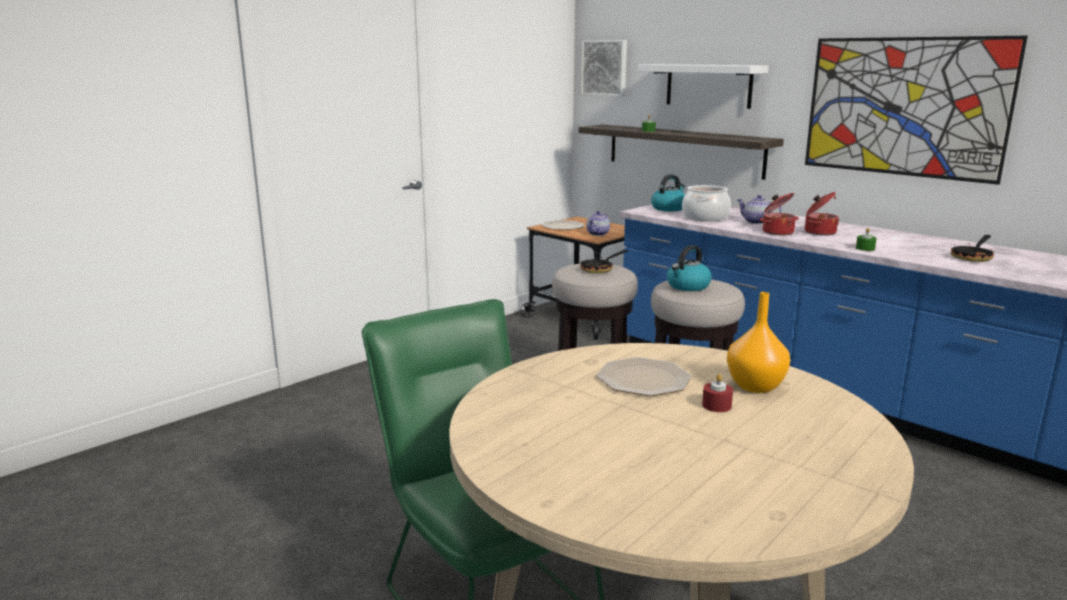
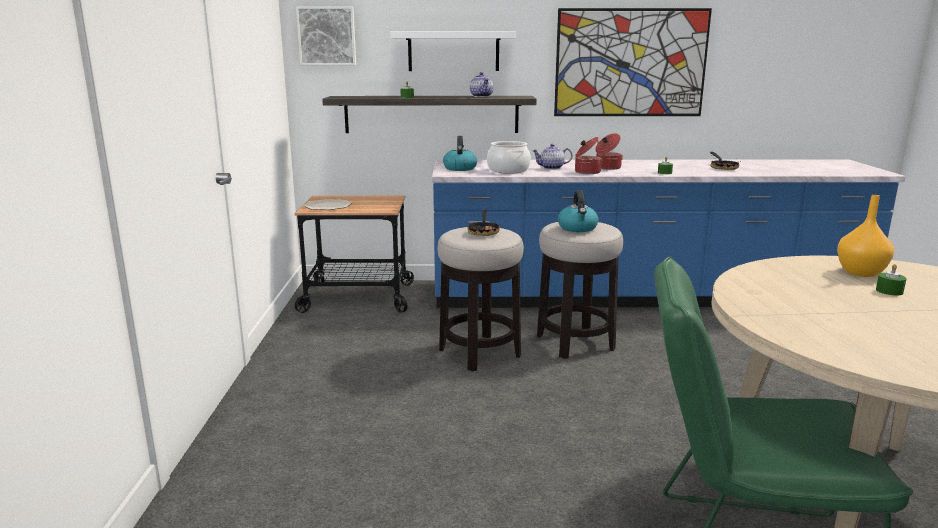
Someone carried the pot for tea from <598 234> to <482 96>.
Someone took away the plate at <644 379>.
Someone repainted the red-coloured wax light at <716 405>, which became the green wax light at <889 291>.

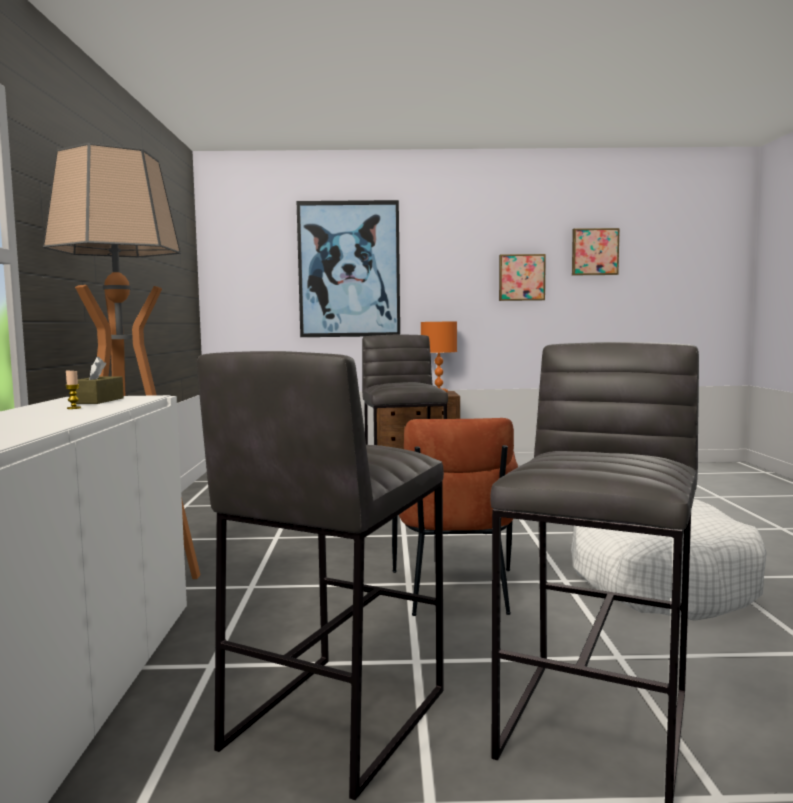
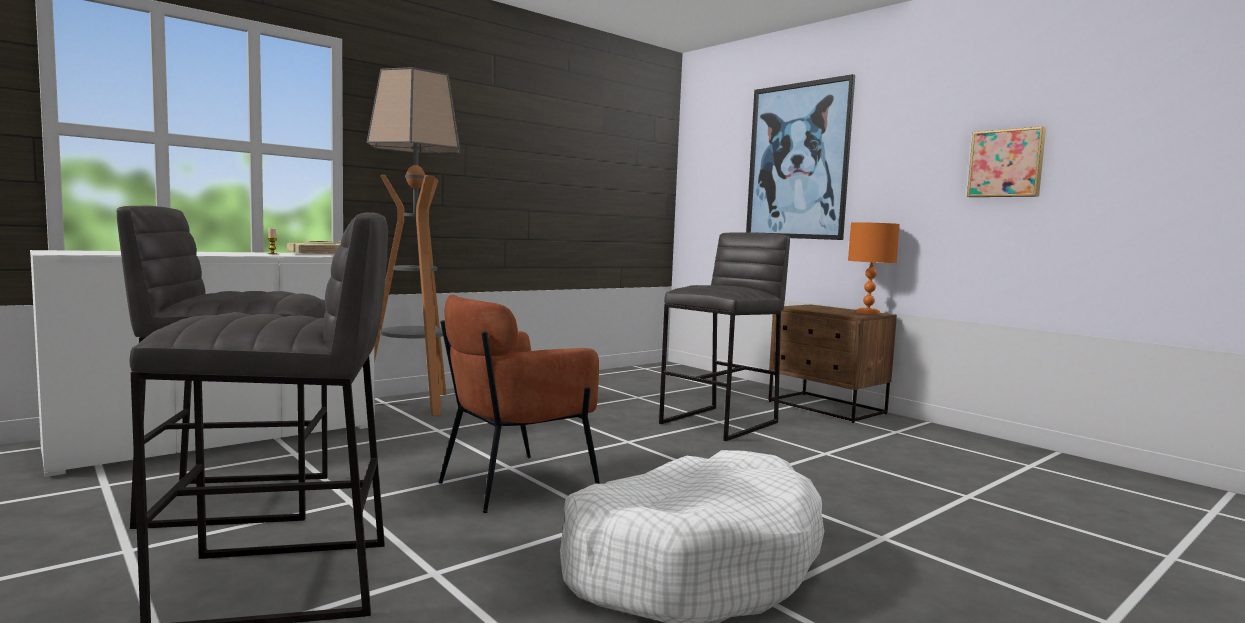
Someone swapped the brownish tissue box at <98 401> for the beige-coloured volume at <318 254>.
Someone took away the wall picture at <594 252>.

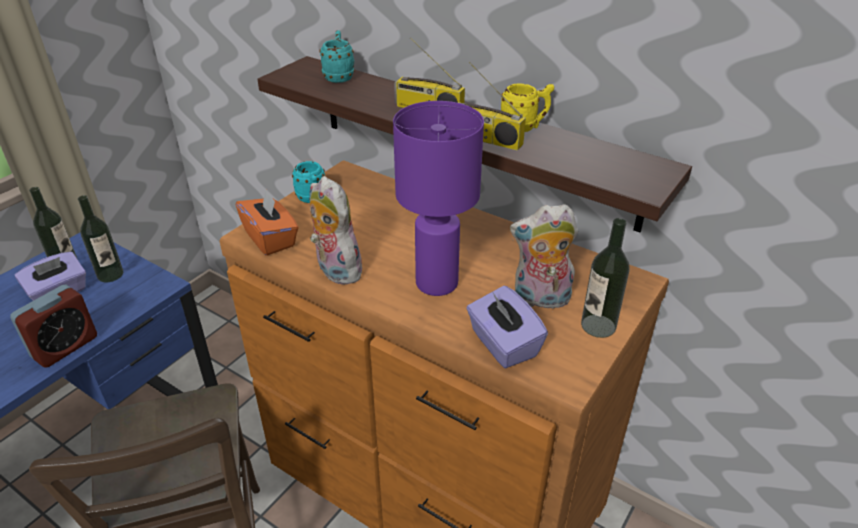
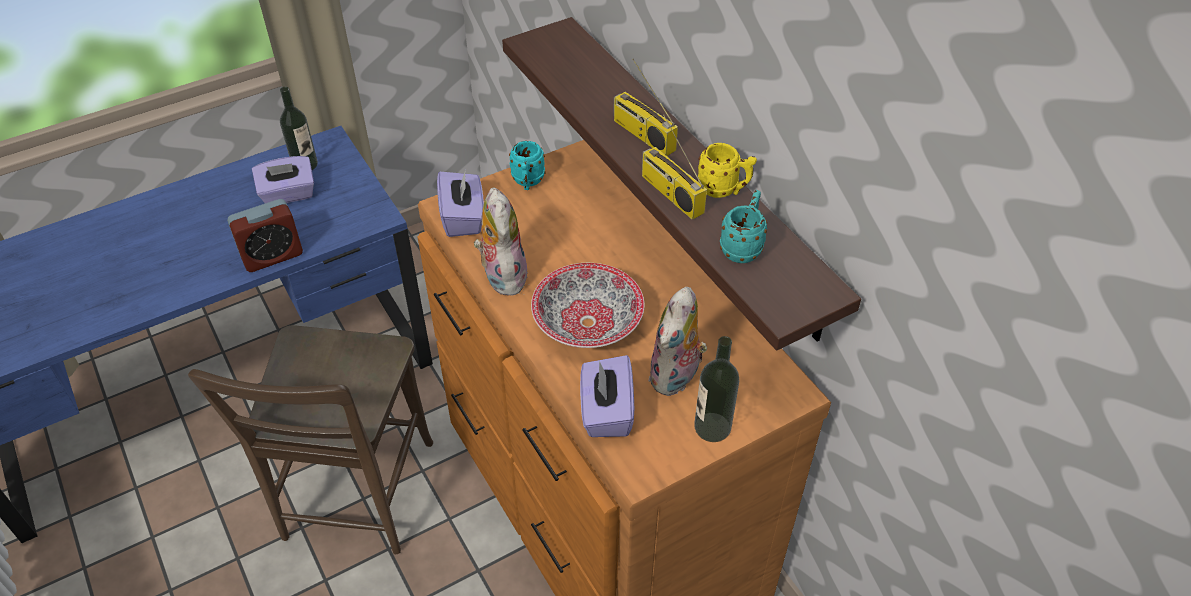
Someone took away the bottle at <110 274>.
Someone repainted the orangey tissue box at <271 239>, which became the purple-coloured tissue box at <463 218>.
Someone carried the turquoise-coloured coffee mug from <339 76> to <743 247>.
Someone swapped the purple-coloured lamp for a table at <436 282> for the bowl at <587 322>.
Someone rotated the cuddly toy at <540 299> by 90 degrees counterclockwise.

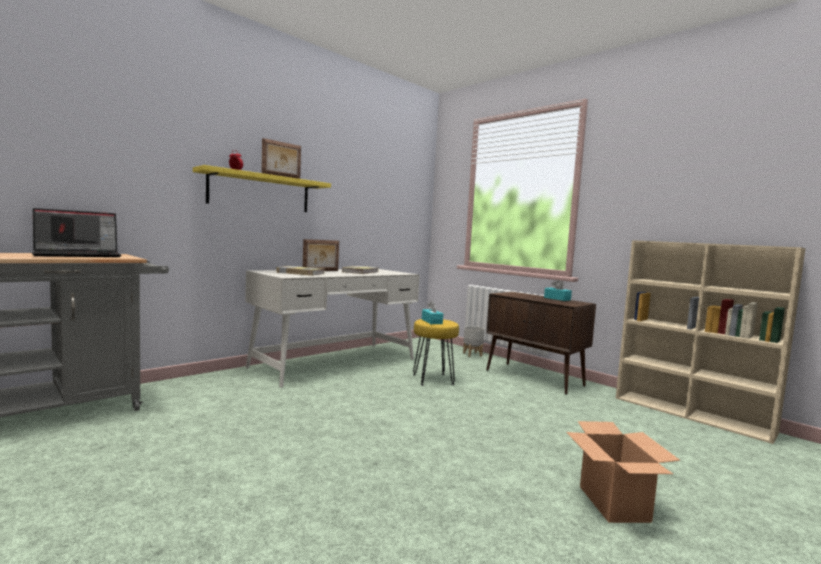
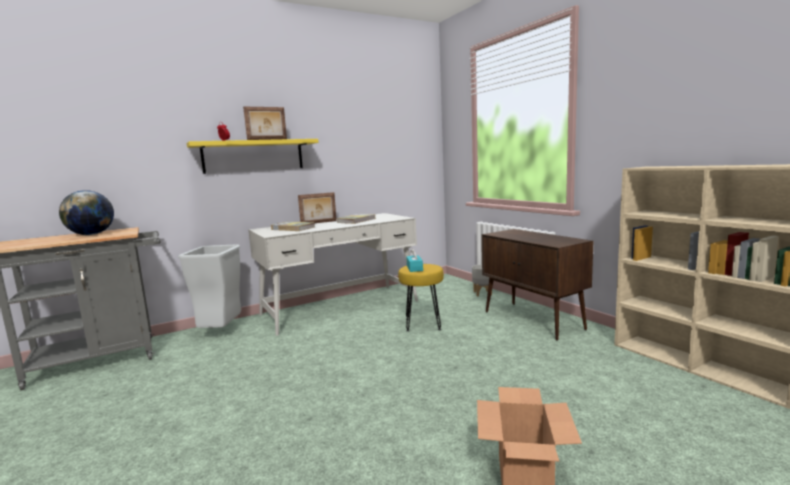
Someone swapped the portable computer at <79 255> for the desk globe at <91 234>.
Someone took away the turquoise-coloured tissue box at <557 299>.
Someone put down the grey waste bin at <221 332>.

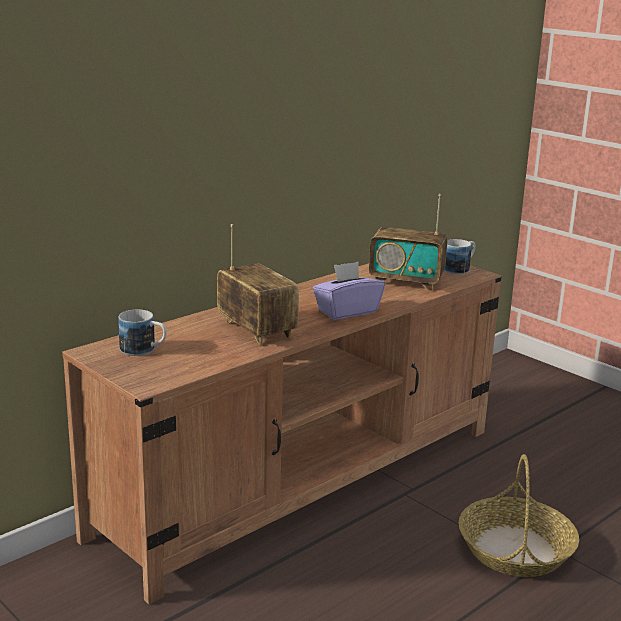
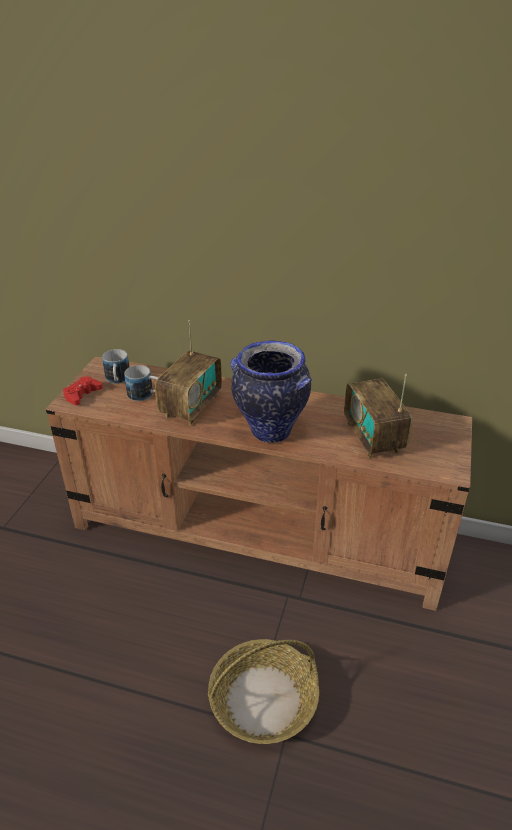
Someone swapped the purple-coloured tissue box at <347 311> for the decorative vase at <269 431>.
Someone carried the coffee mug from <459 269> to <145 395>.
Someone put down the red-coloured game controller at <82 395>.

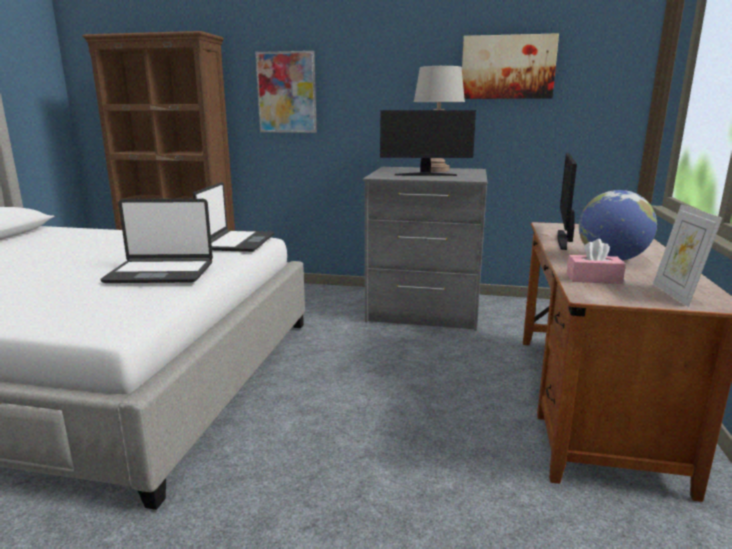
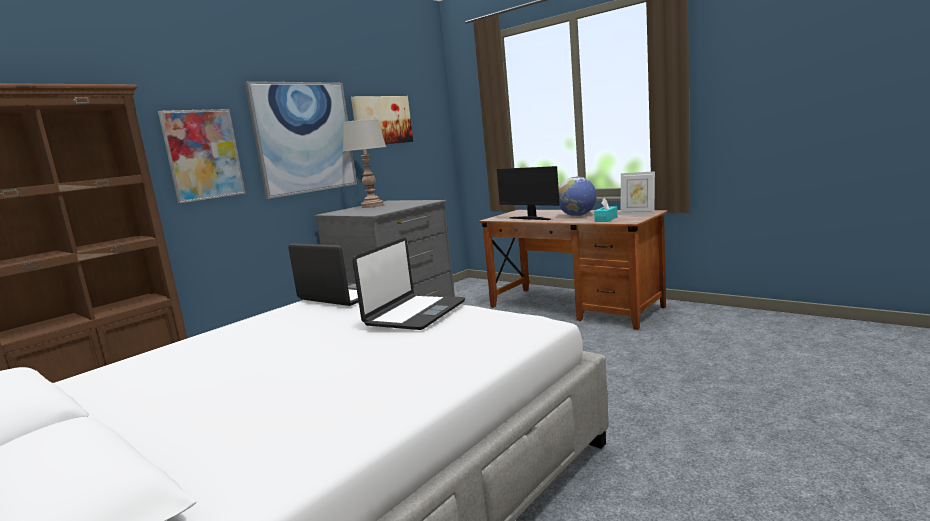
Someone took away the computer display at <425 175>.
Someone repainted the pinkish tissue box at <593 279>, which became the turquoise-coloured tissue box at <606 219>.
Someone put up the wall picture at <304 138>.

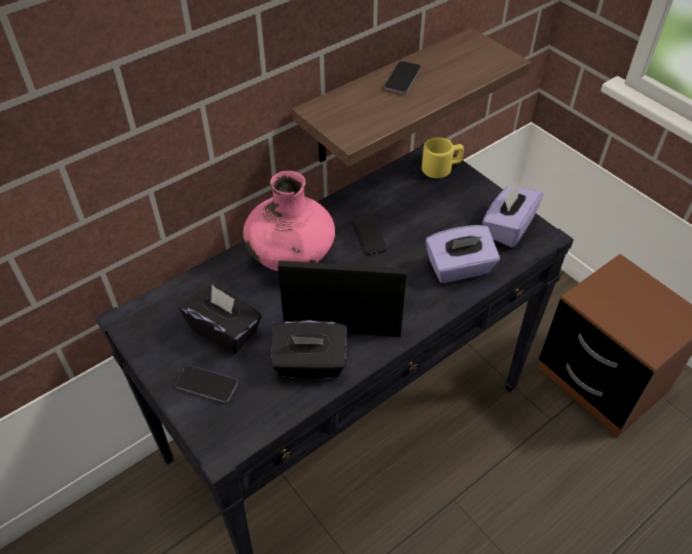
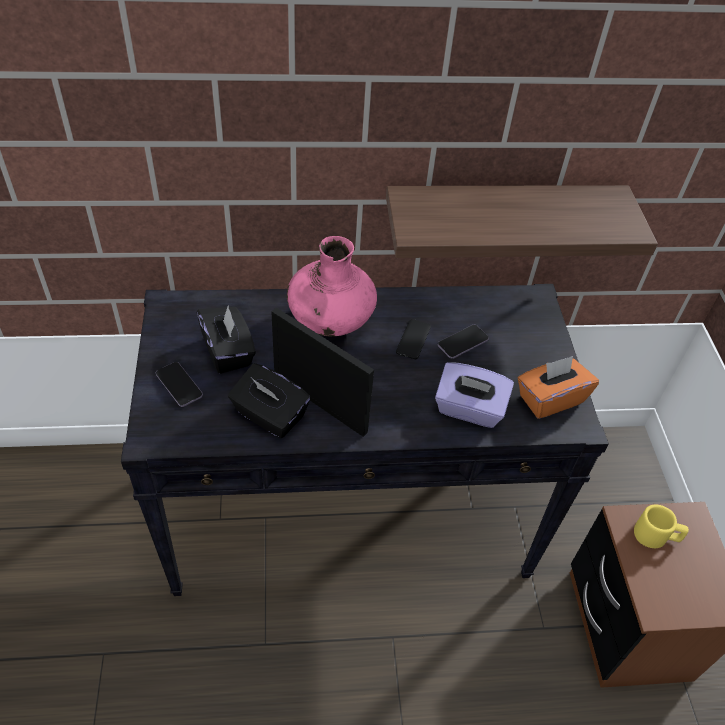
Someone carried the telephone from <402 79> to <462 343>.
Someone carried the yellow-coloured coffee mug from <441 168> to <656 536>.
Someone repainted the purple-coloured tissue box at <508 227>, which became the orangey tissue box at <550 399>.

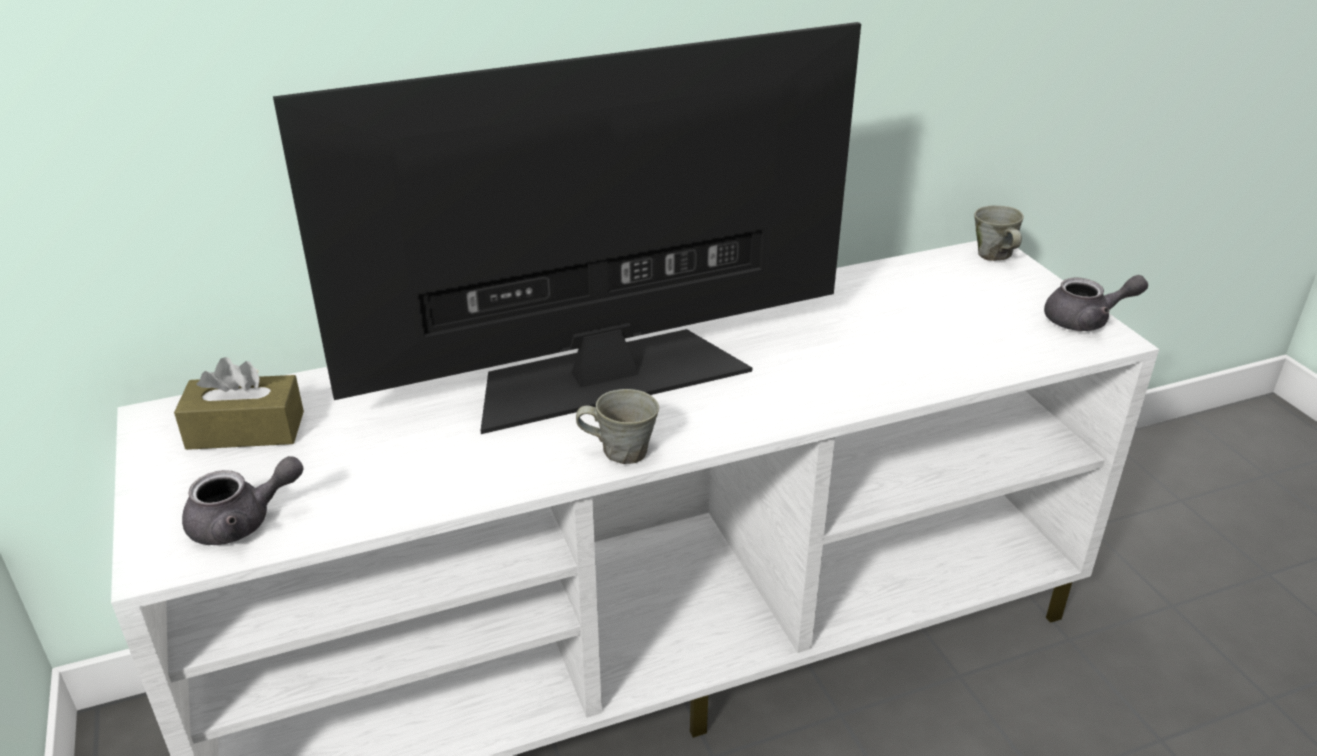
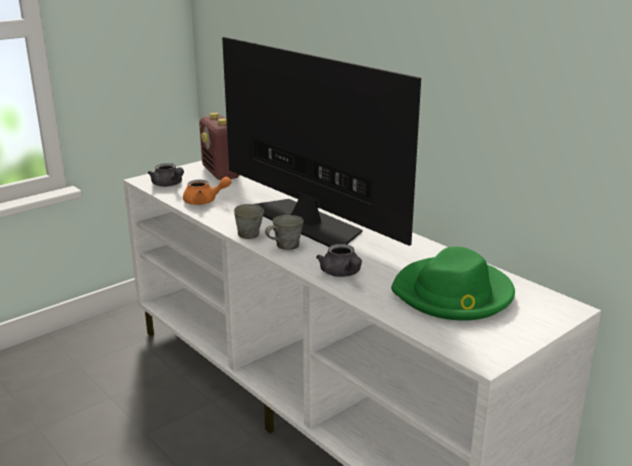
Someone swapped the brownish tissue box at <246 430> for the radio receiver at <222 173>.
Someone carried the grey coffee mug from <994 255> to <286 246>.
Someone carried the grey pot for tea from <1086 320> to <342 274>.
Someone put down the orangey pot for tea at <204 201>.
Someone put down the green hat at <453 294>.

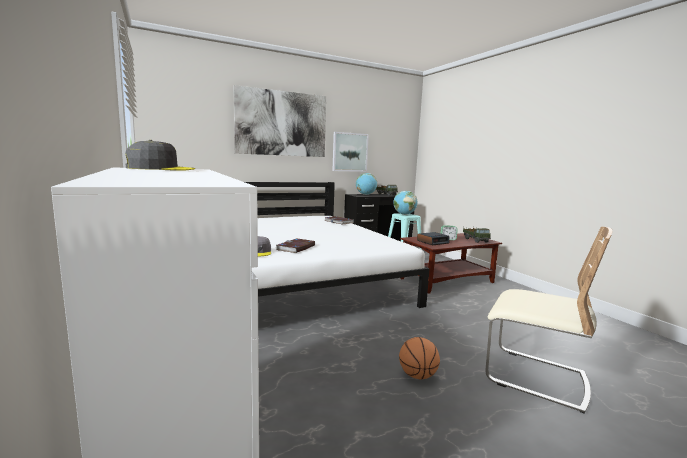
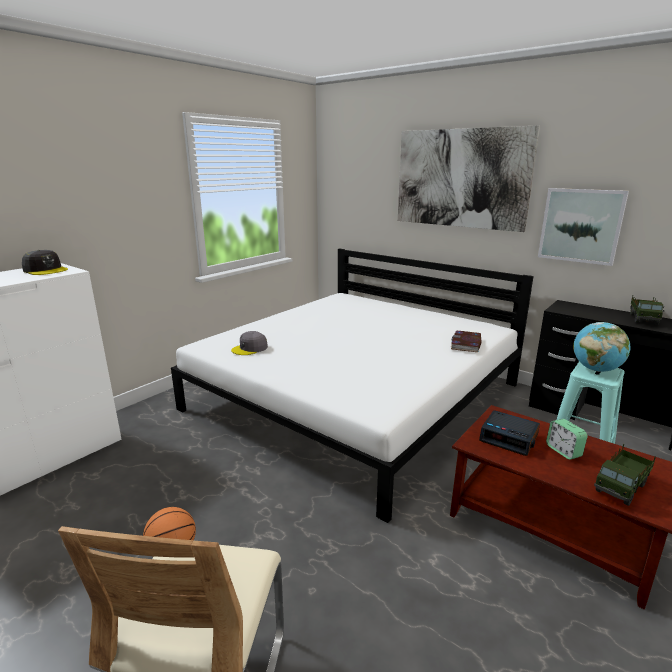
Someone took away the volume at <296 248>.
Someone took away the desk globe at <366 194>.

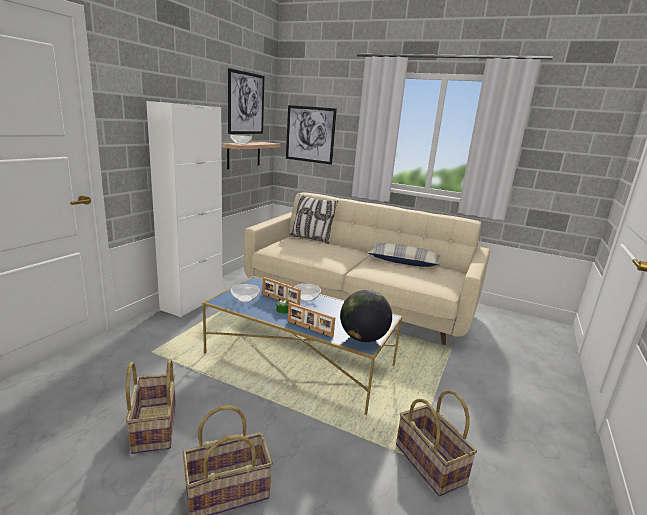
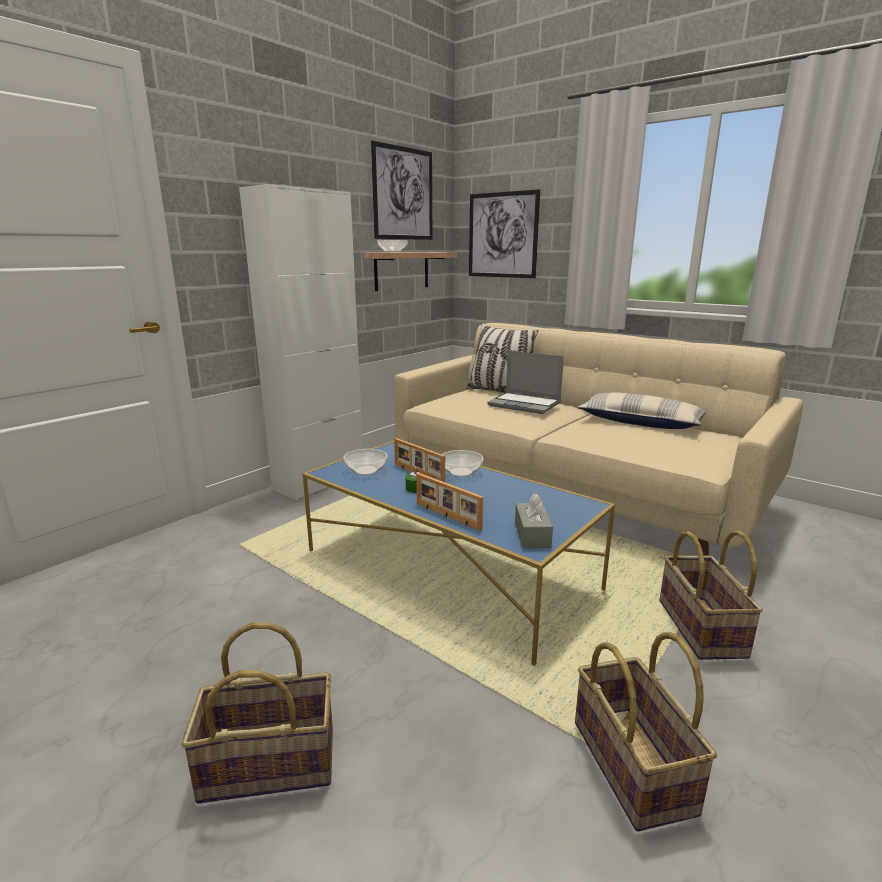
Someone carried the basket from <153 427> to <699 627>.
Someone swapped the desk globe at <363 338> for the grey tissue box at <532 535>.
Someone put down the portable computer at <525 404>.

